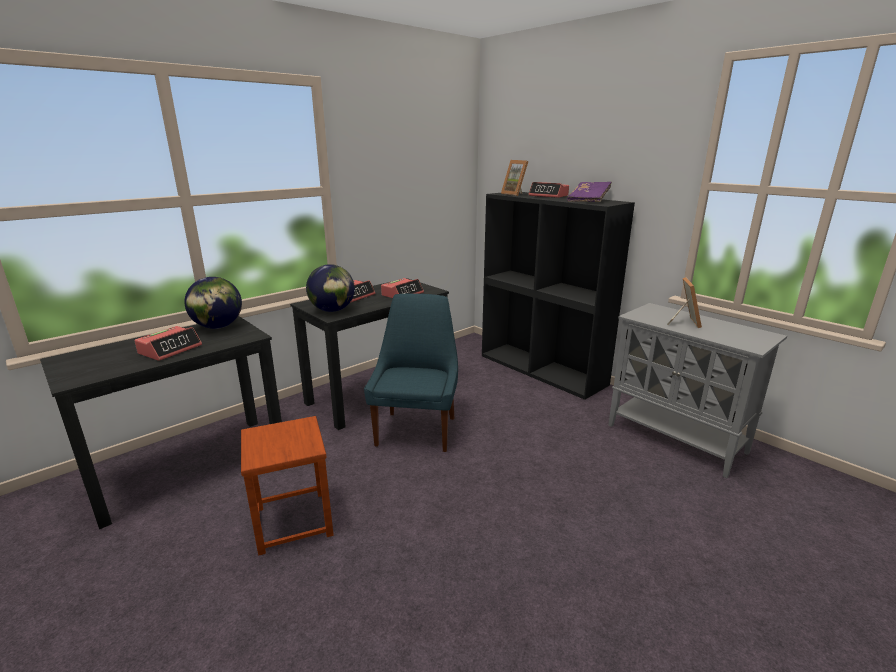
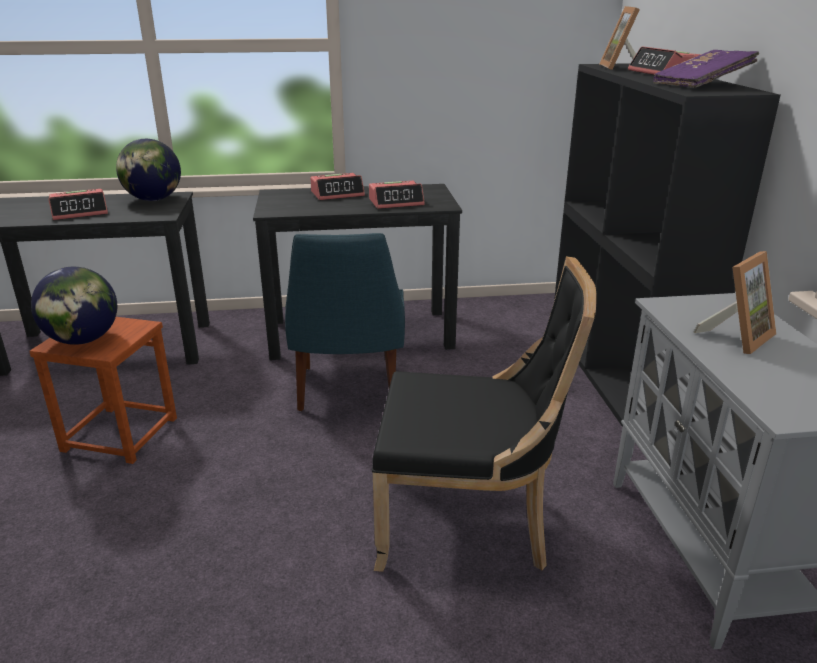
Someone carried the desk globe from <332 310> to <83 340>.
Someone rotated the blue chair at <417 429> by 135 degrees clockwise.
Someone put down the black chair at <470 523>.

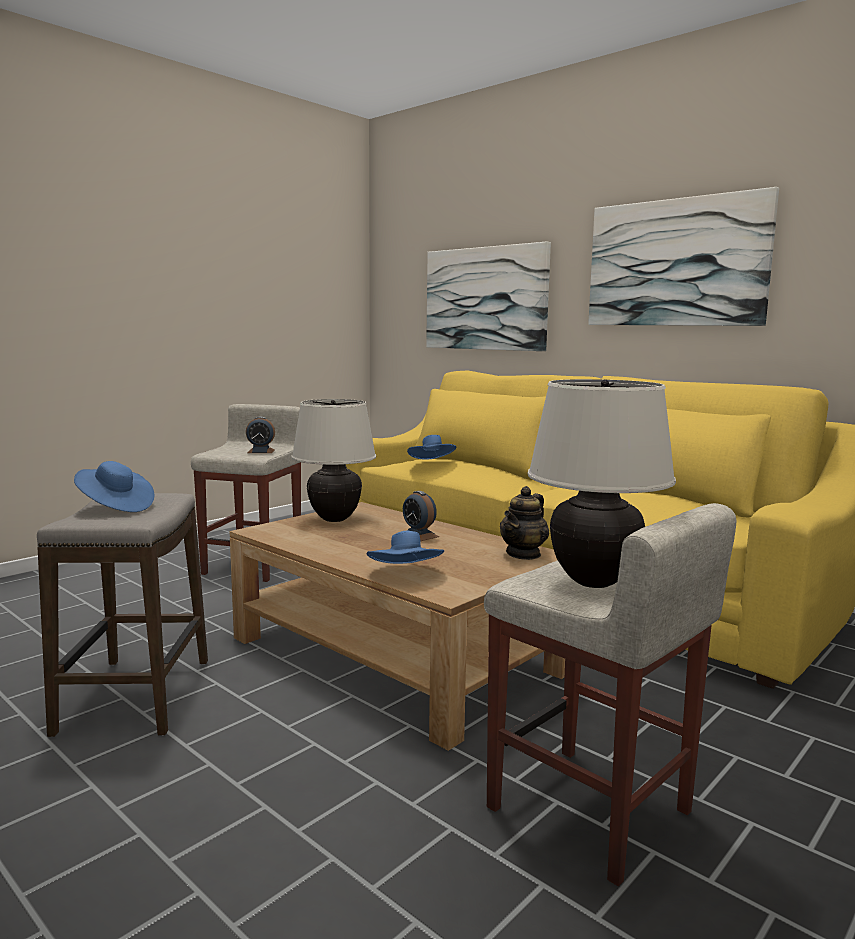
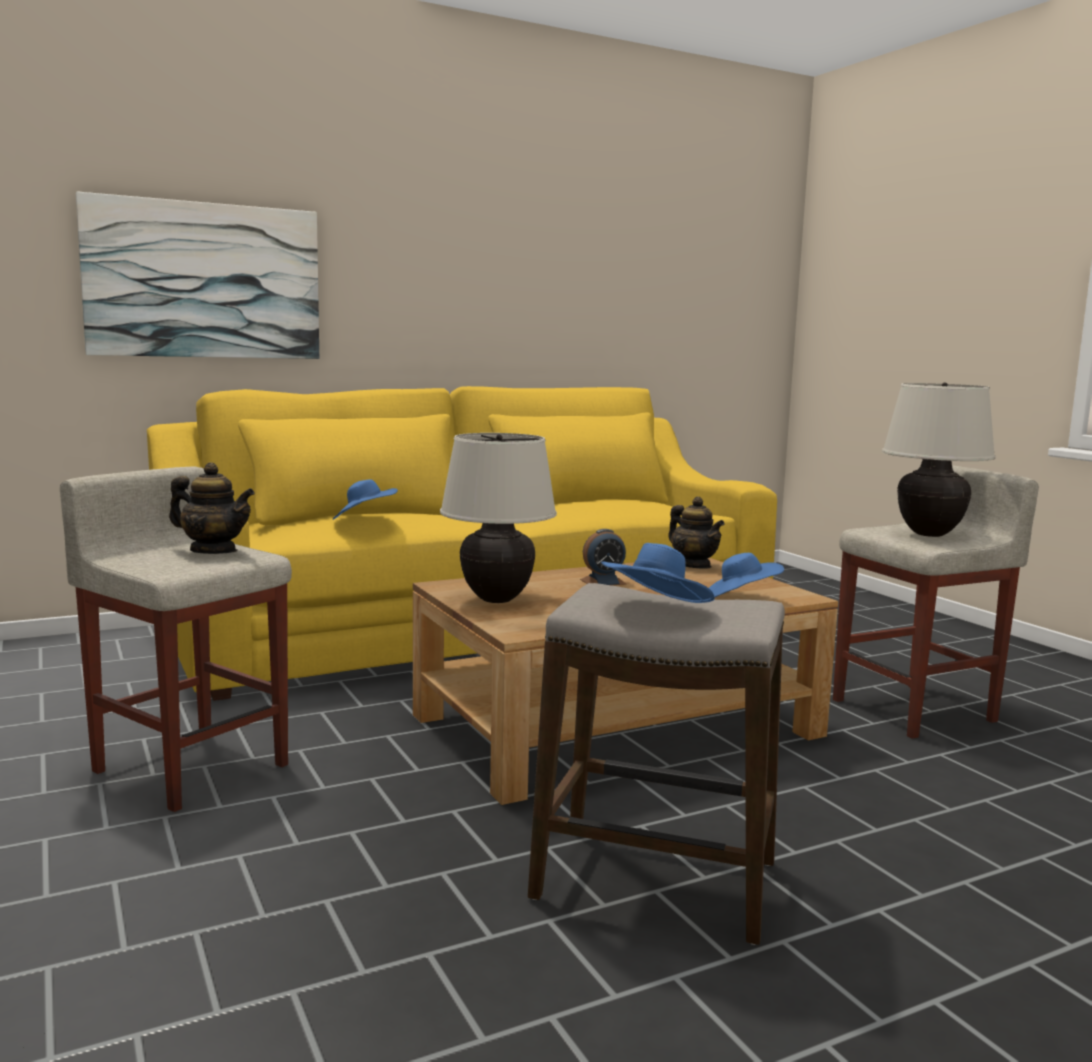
Someone swapped the table clock at <261 451> for the pot for tea at <213 551>.
Someone took away the wall picture at <676 263>.

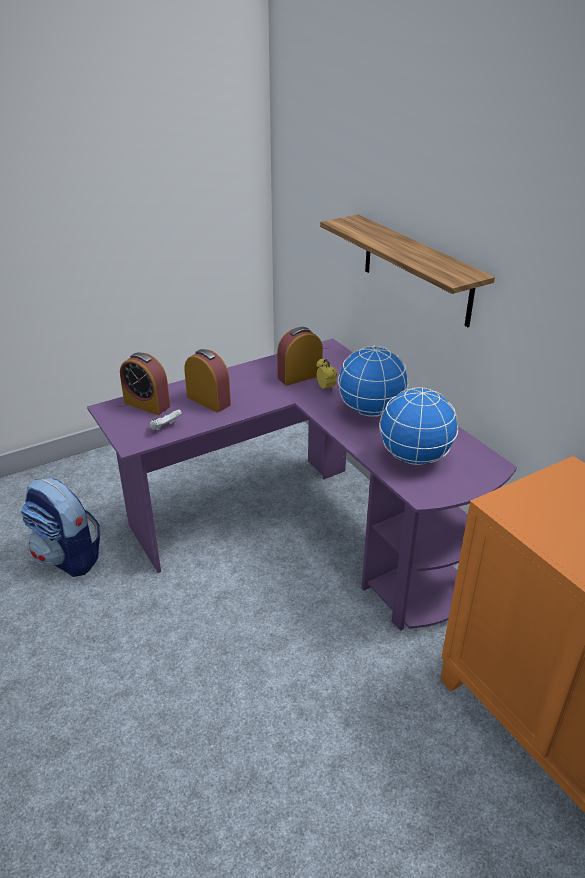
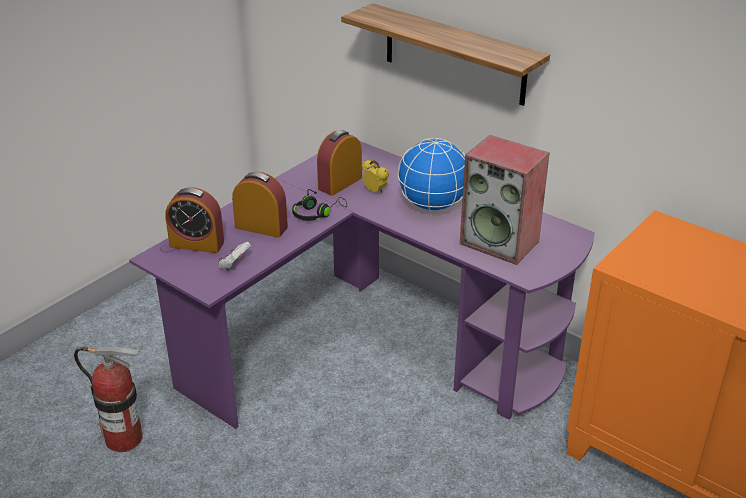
Someone swapped the knapsack at <68 557> for the fire-fighting cylinder at <124 438>.
Someone swapped the desk globe at <415 457> for the loudspeaker at <500 242>.
Someone put down the black headset at <317 213>.

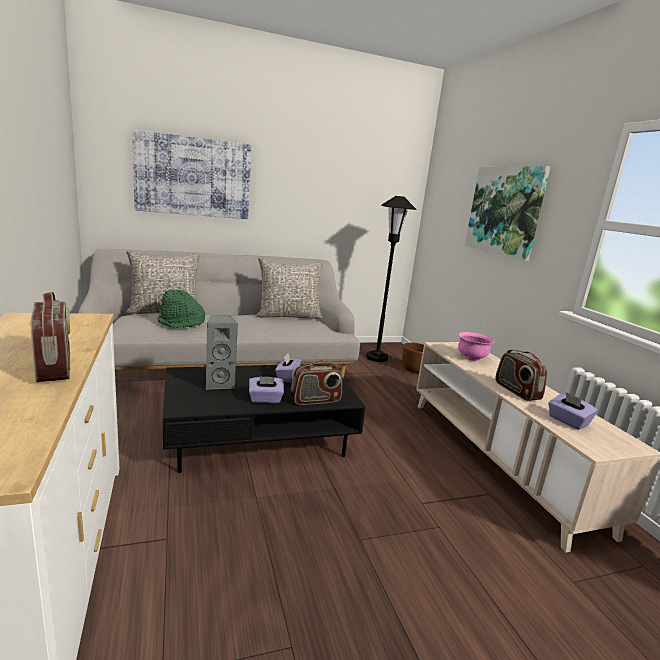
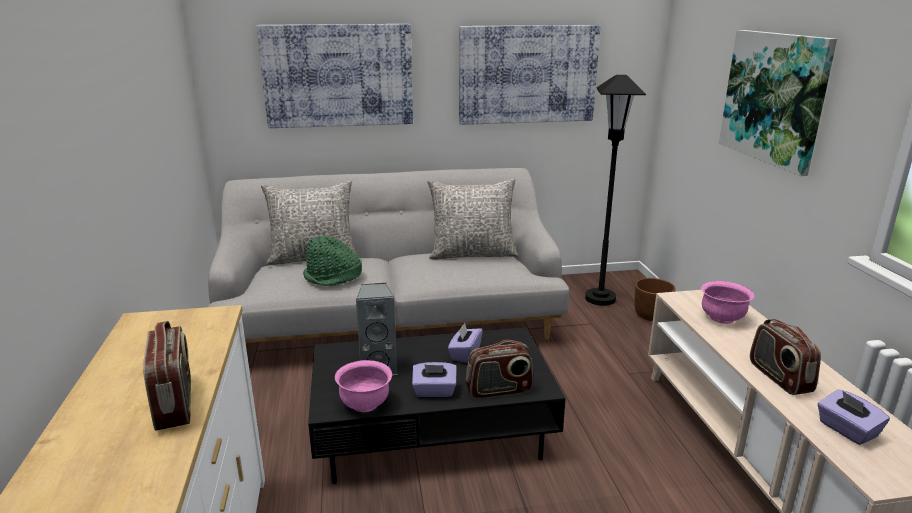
Someone put down the pinkish bowl at <365 404>.
Someone put up the wall picture at <527 74>.

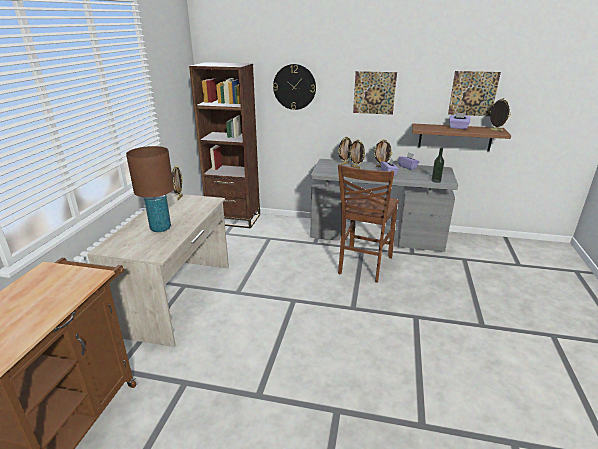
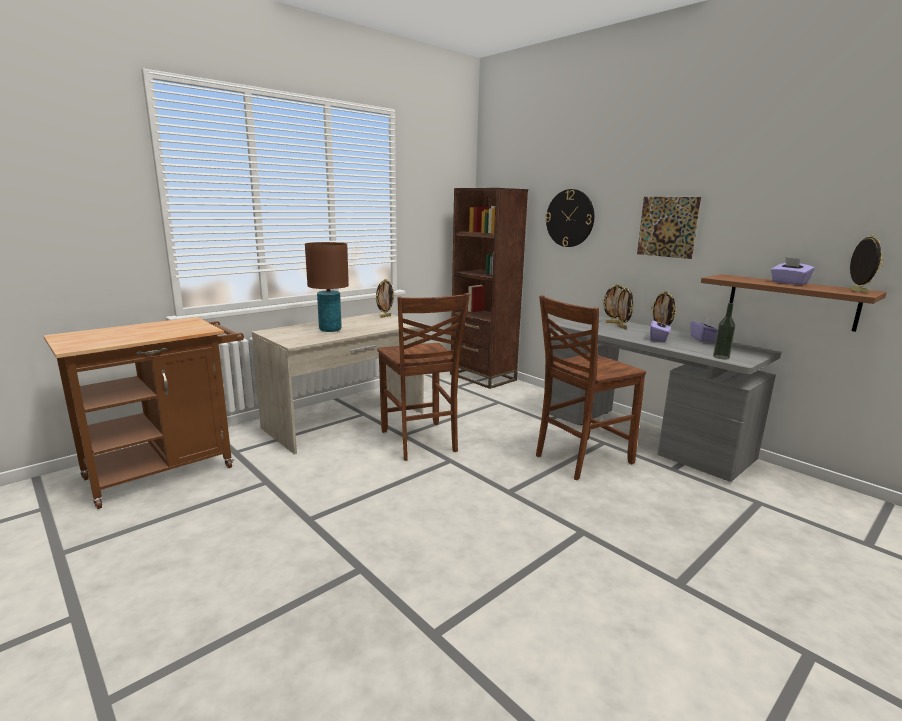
Someone took away the wall picture at <473 93>.
Someone put down the brownish chair at <420 441>.

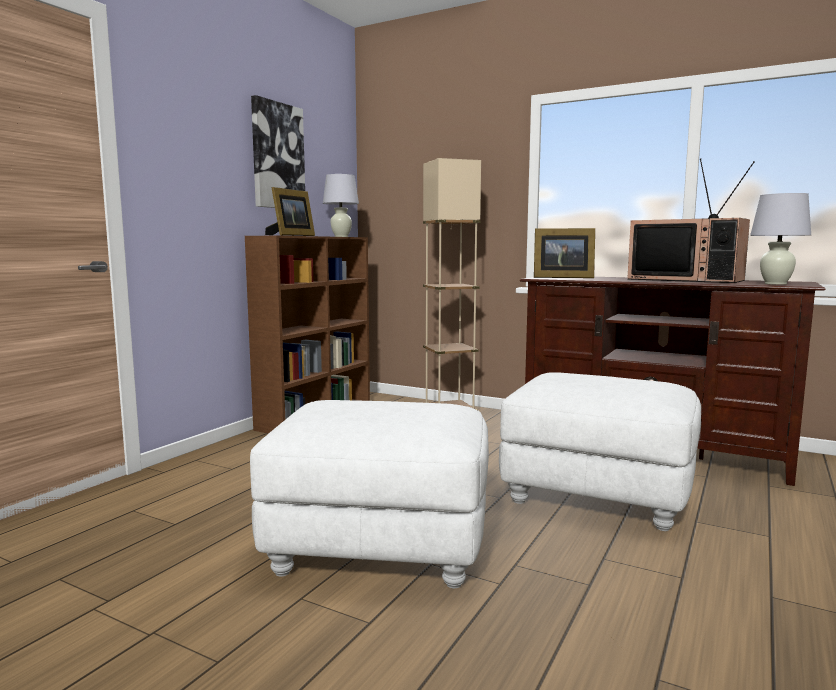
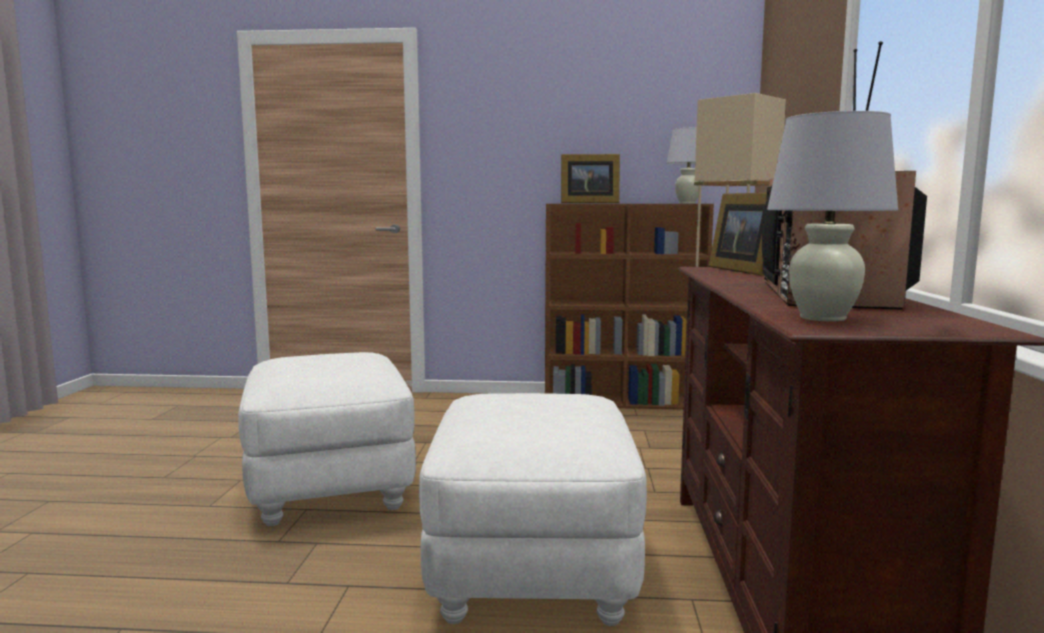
Someone took away the wall picture at <277 156>.

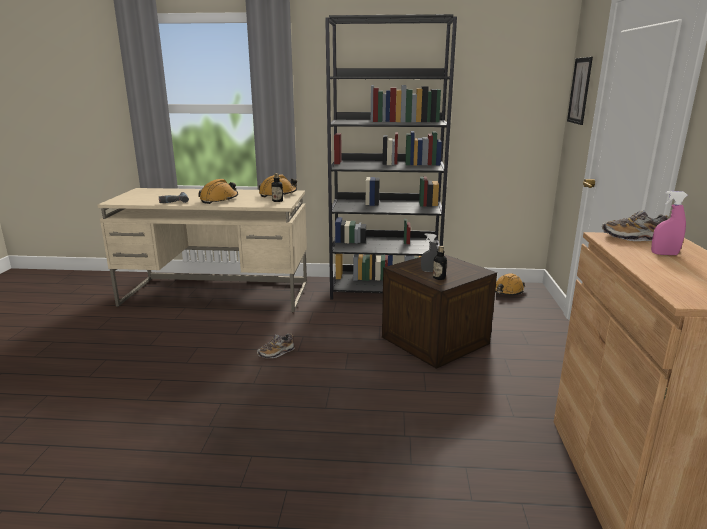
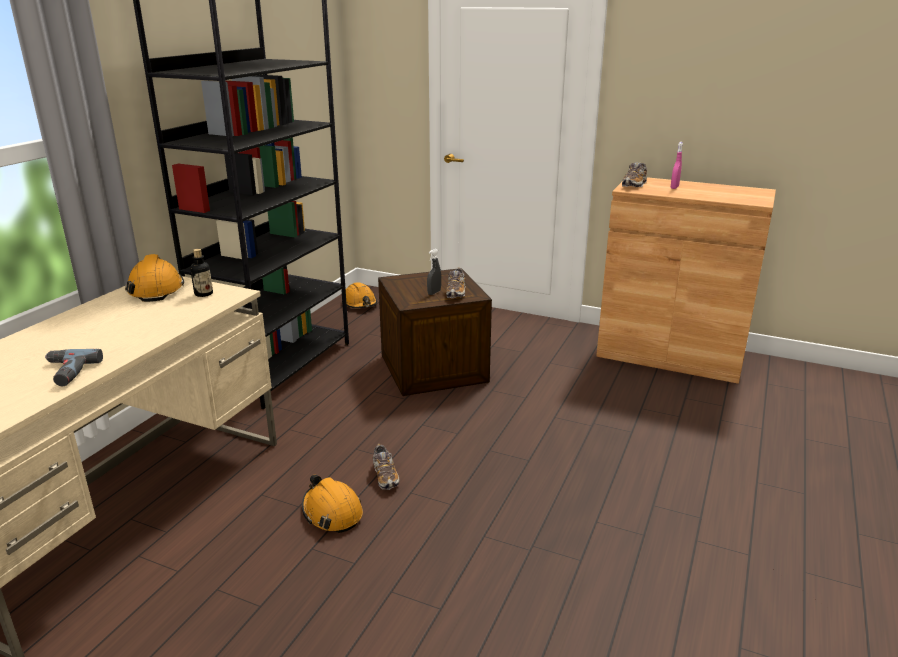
Someone carried the orangey hard hat from <219 199> to <332 512>.
Someone swapped the bottle at <439 278> for the shoe at <456 292>.
Someone took away the wall picture at <580 91>.

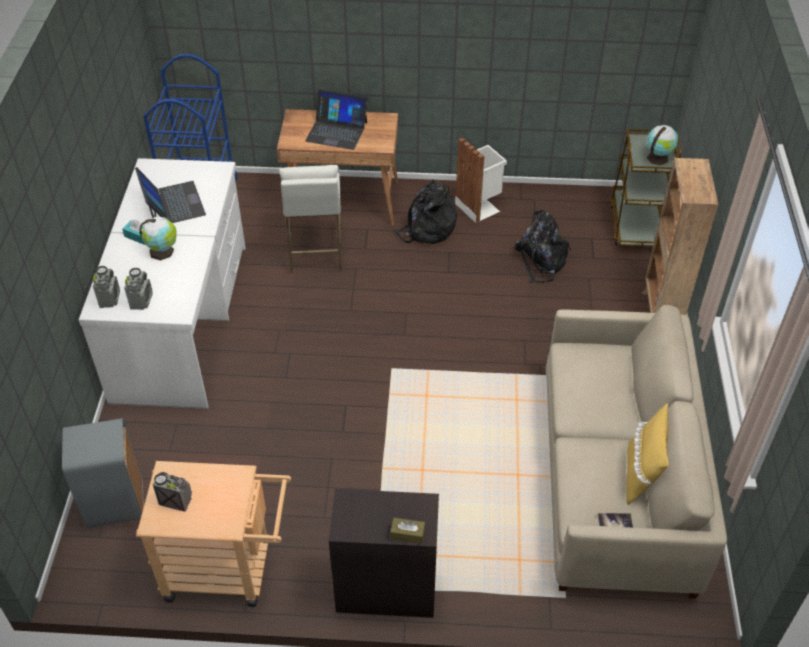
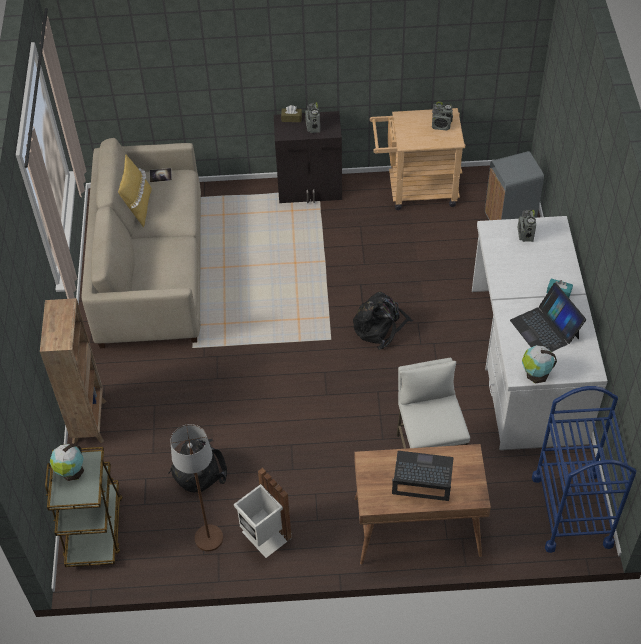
Someone carried the radio receiver from <110 298> to <313 127>.
Someone carried the desk globe from <163 251> to <535 374>.
Someone carried the black knapsack from <427 229> to <380 327>.
Someone put down the brownish floor lamp at <208 538>.

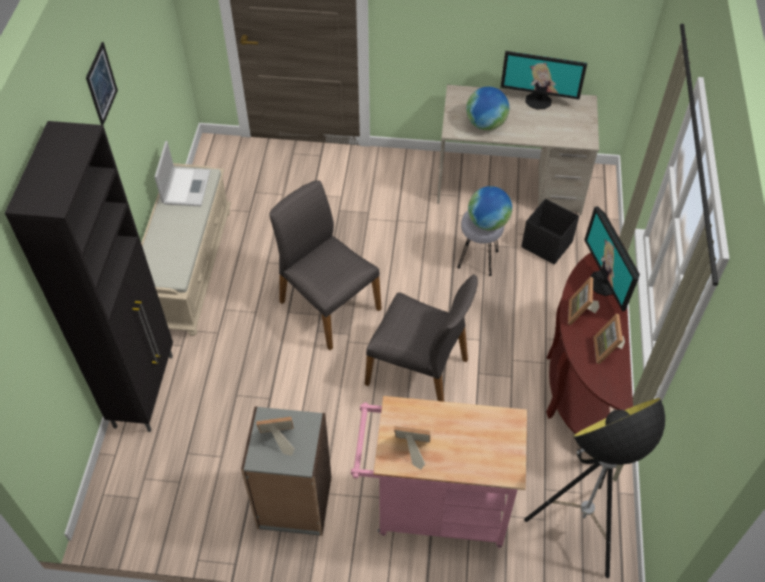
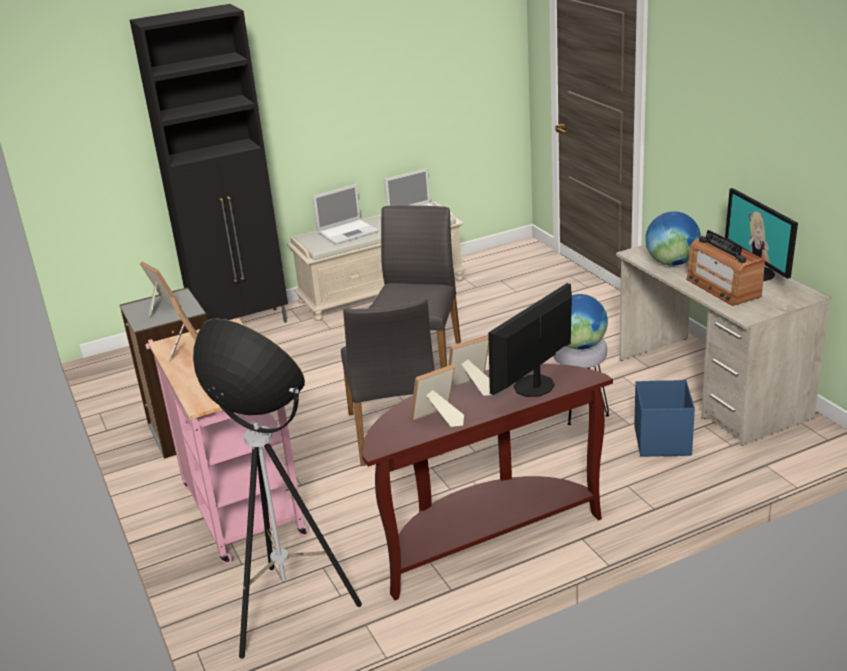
Someone took away the wall picture at <101 84>.
Someone repainted the black storage bin at <546 244>, which became the blue storage bin at <662 441>.
Someone put down the portable computer at <348 232>.
Someone put down the radio receiver at <722 288>.

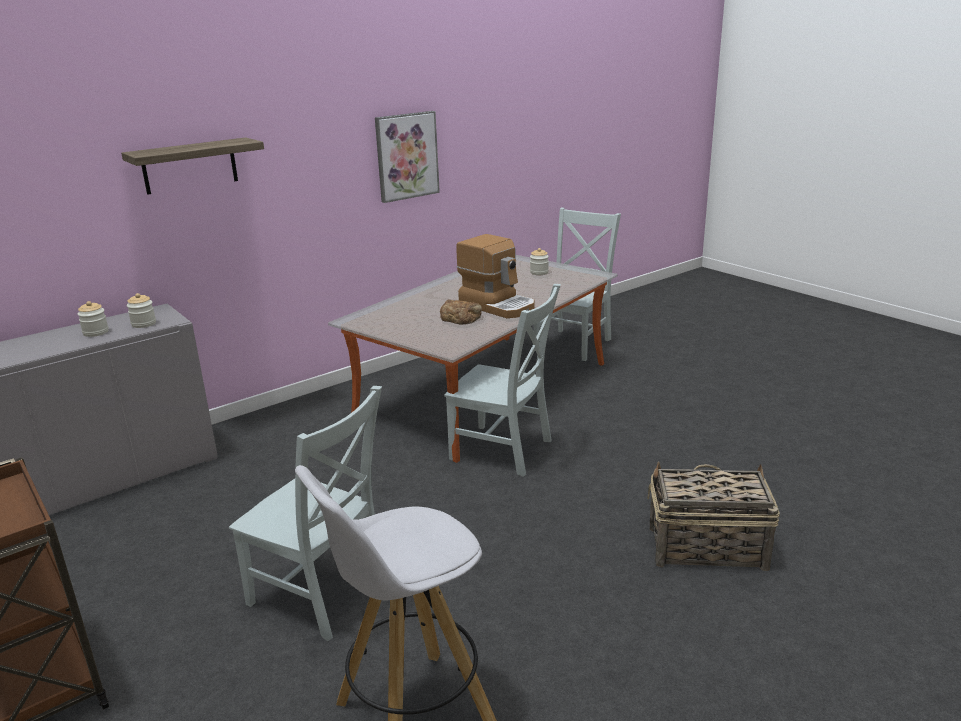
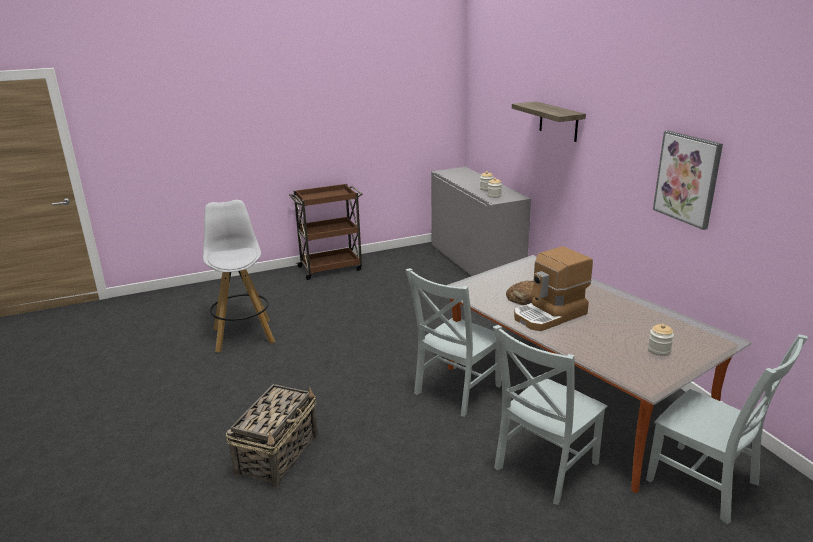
Someone carried the grey chair from <323 594> to <543 467>.

